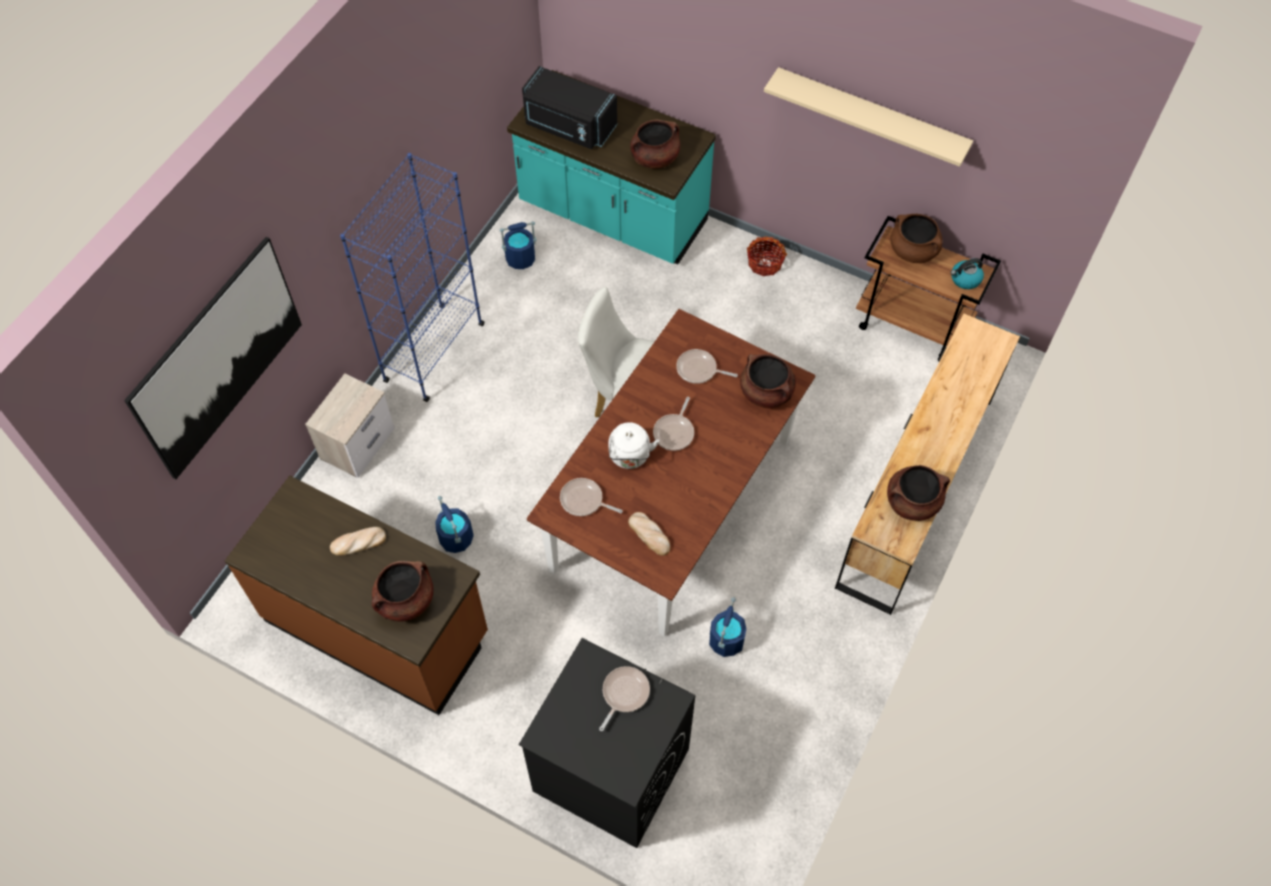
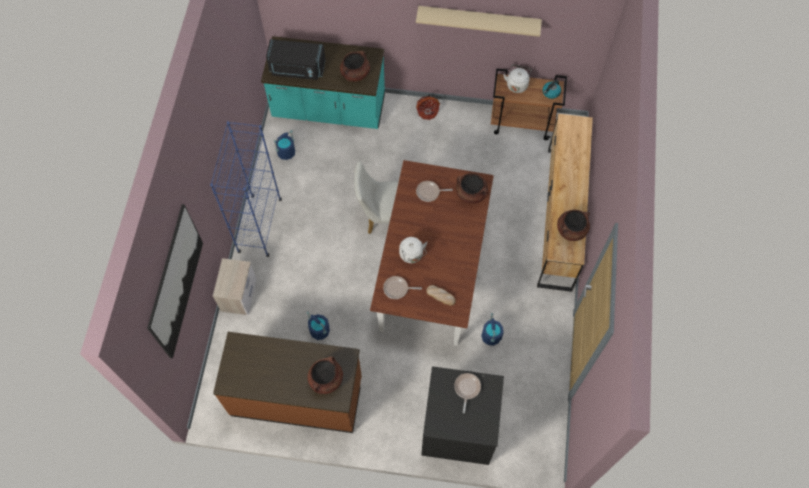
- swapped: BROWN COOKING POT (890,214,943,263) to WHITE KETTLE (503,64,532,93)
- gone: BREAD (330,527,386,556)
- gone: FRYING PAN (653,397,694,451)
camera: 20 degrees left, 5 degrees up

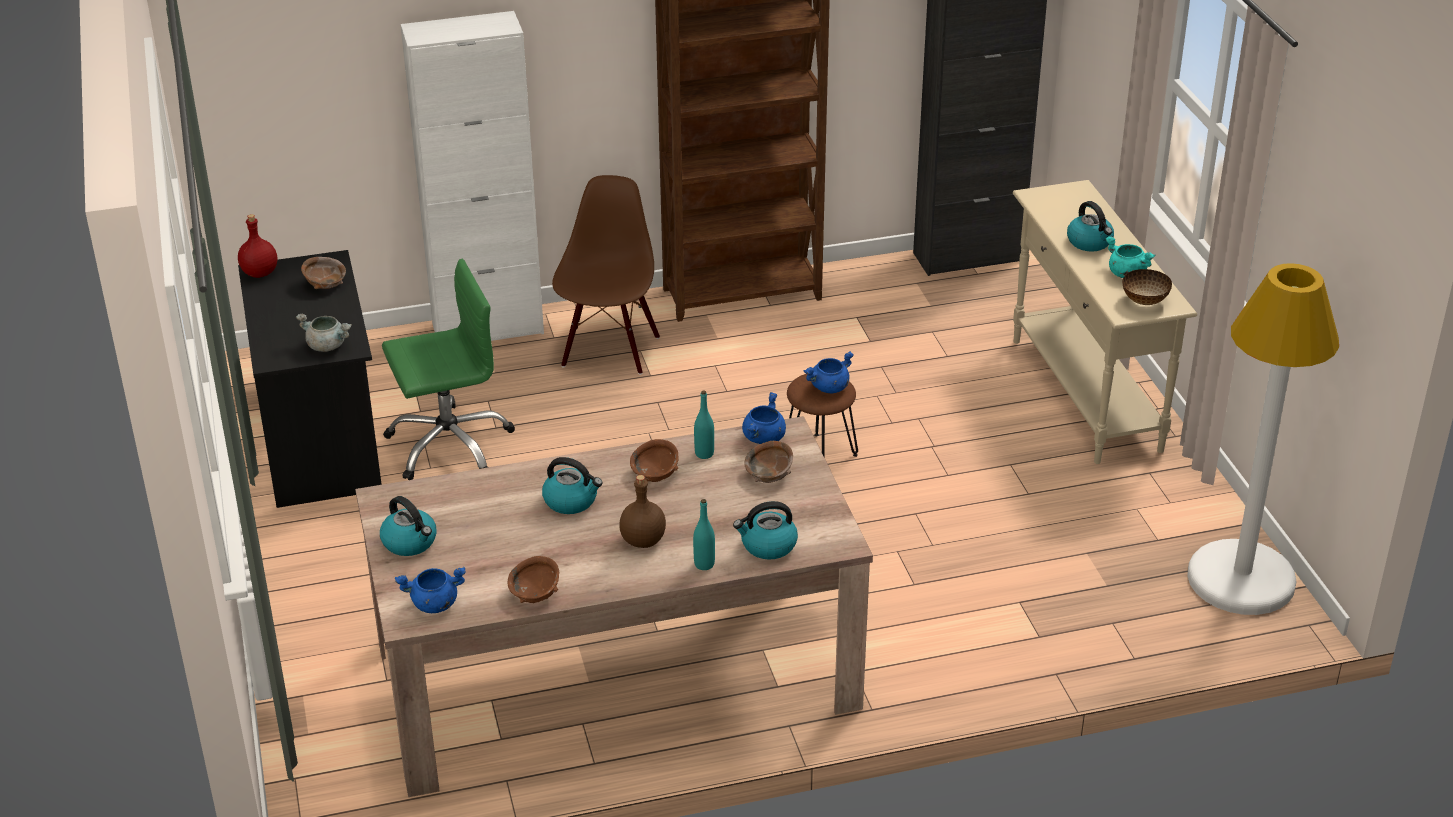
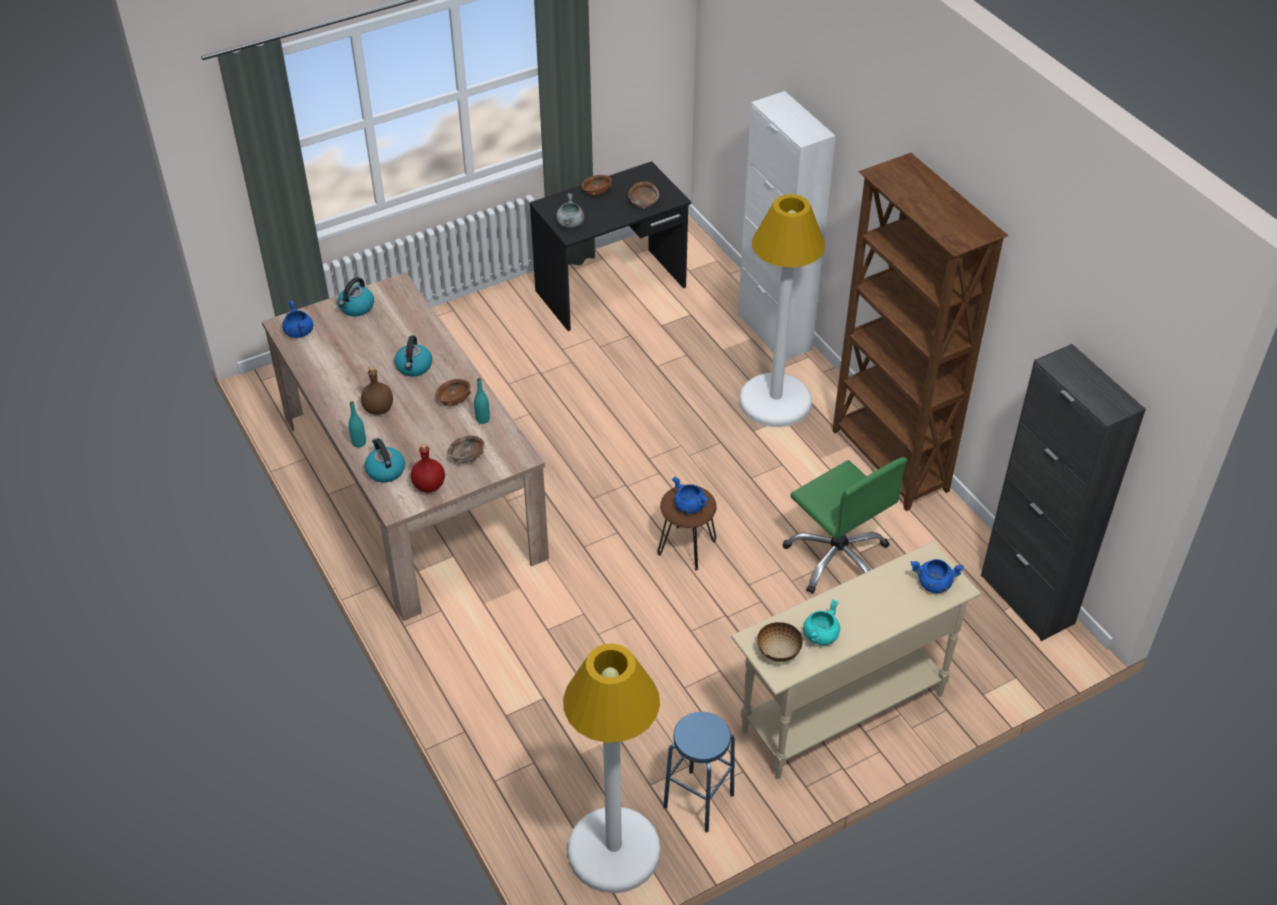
- shifted: RED BOTTLE (238,214,278,278) to (411,444,445,493)
- shifted: BROWN BOWL (508,556,559,603) to (582,175,612,196)
- new: BLUE STOOL (663,712,735,832)
- swapped: BROWN CHAIR (552,175,660,375) to WHITE FLOOR LAMP (739,194,825,427)
- shifted: GREEN OFFICE CHAIR (382,259,515,480) to (782,457,907,594)
- shifted: BLUE COOKING POT (742,392,786,444) to (911,559,964,593)
- gone: KETTLE (1067,201,1114,252)
camera: 75 degrees right, 10 degrees up

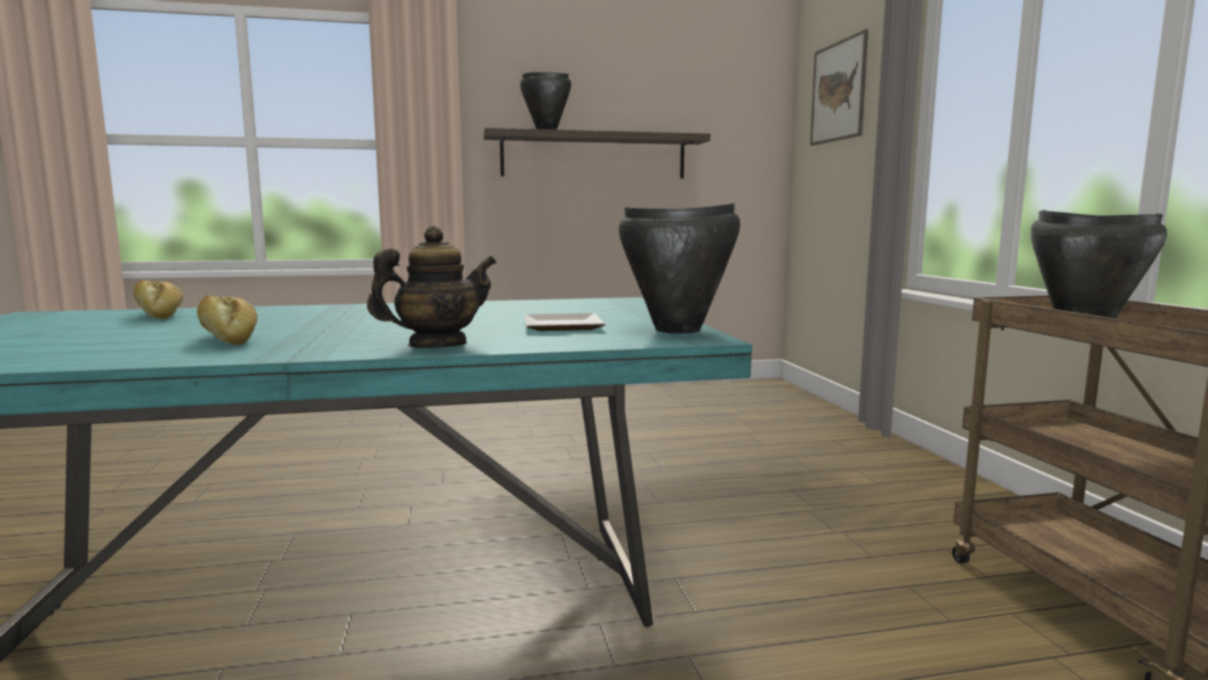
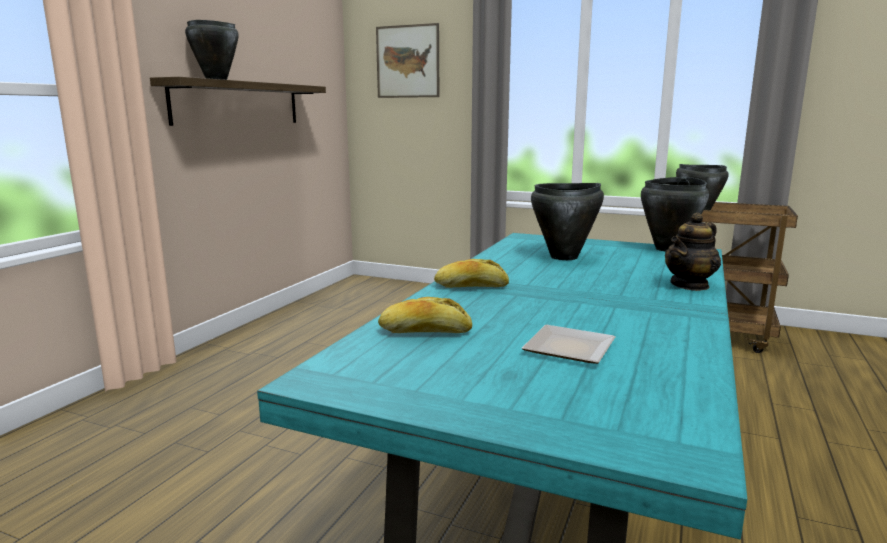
- shifted: BREAD (197,295,257,345) to (434,259,509,288)
- shifted: PLATE (524,313,605,331) to (522,325,616,364)
- new: BLACK COOKING POT (531,183,604,260)
- rotated: TEAPOT (367,226,496,348) = (665,212,721,291) 135 degrees counterclockwise
camera: 55 degrees left, 5 degrees up

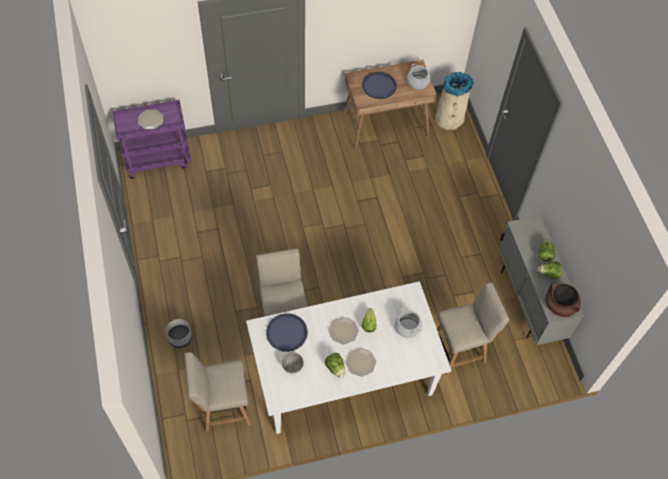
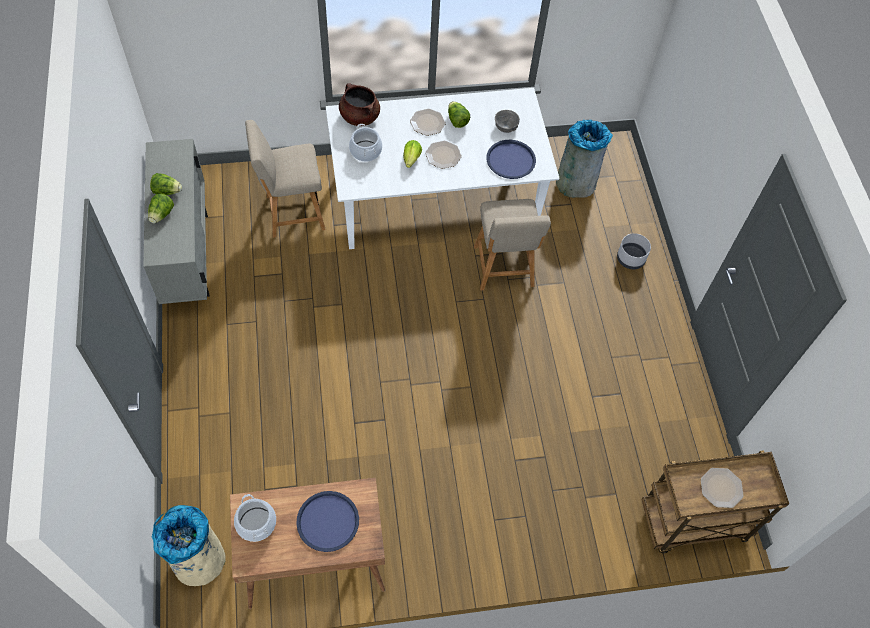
- shifted: BROWN COOKING POT (545,283,581,317) to (339,83,380,126)
- swapped: BEIGE CHAIR (184,352,251,432) to GREY TRASH CAN (556,120,613,198)
- repainted: PURPLE CART (112,99,192,179) to BROWN CART (641,450,789,553)
camera: 175 degrees left, 0 degrees up

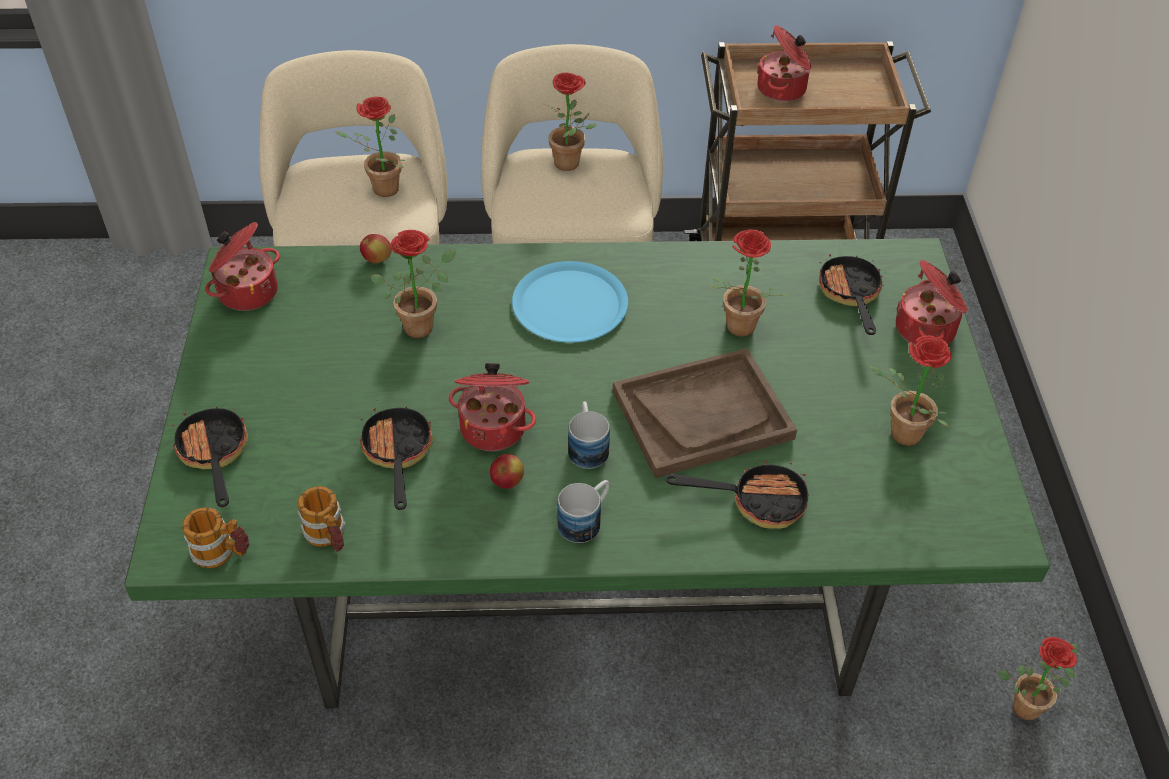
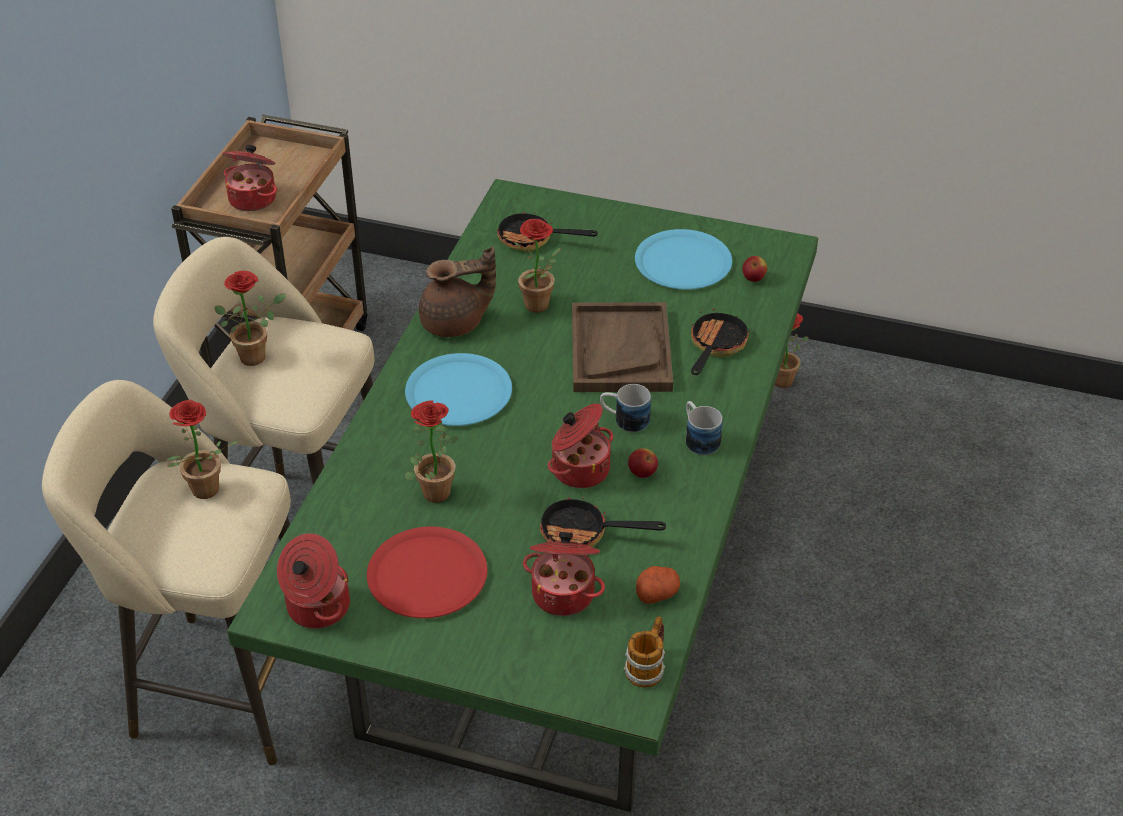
- new: RED PLATE (367,526,487,618)
- new: BROWN TEAPOT (419,246,496,337)
- shifted: COOKING POT (896,260,968,345) to (523,532,605,616)
- swapped: POTTED PLANT (869,335,952,446) to BLUE PLATE (635,229,732,289)
- swapped: MUG (297,486,346,552) to POTATO (636,566,680,604)
- shifted: APPLE (360,234,392,263) to (742,256,767,282)
- gone: FRYING PAN (171,404,248,507)
camera: 70 degrees left, 5 degrees down

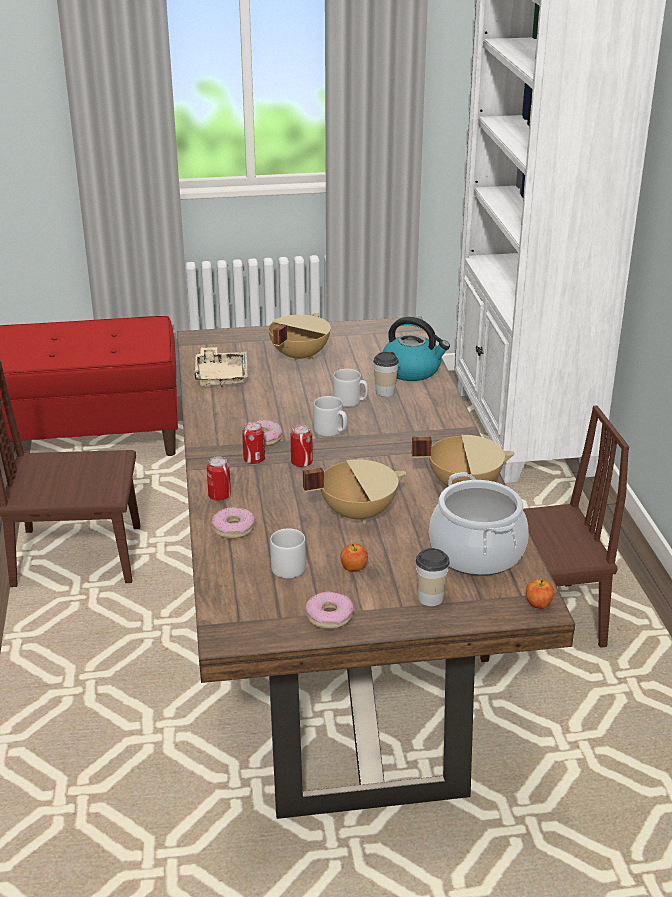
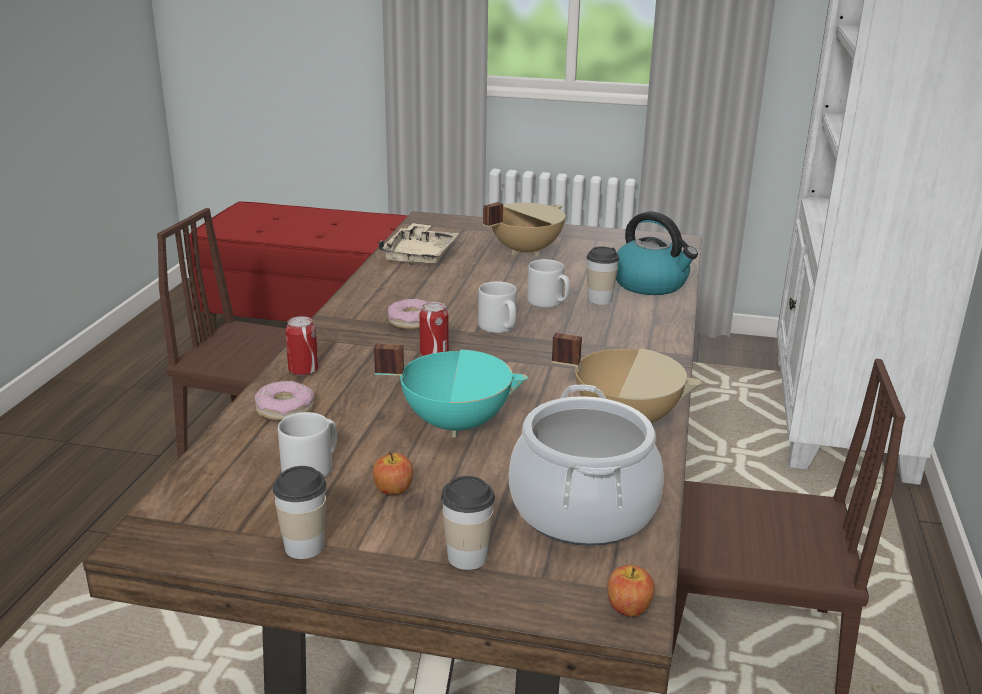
- swapped: DONUT (305,592,354,629) to CUP (273,466,327,559)
- repainted: BEIGE COOKING POT (303,459,406,524) to TURQUOISE COOKING POT (374,344,528,438)
- gone: CAN (242,422,265,464)
camera: 20 degrees right, 5 degrees down

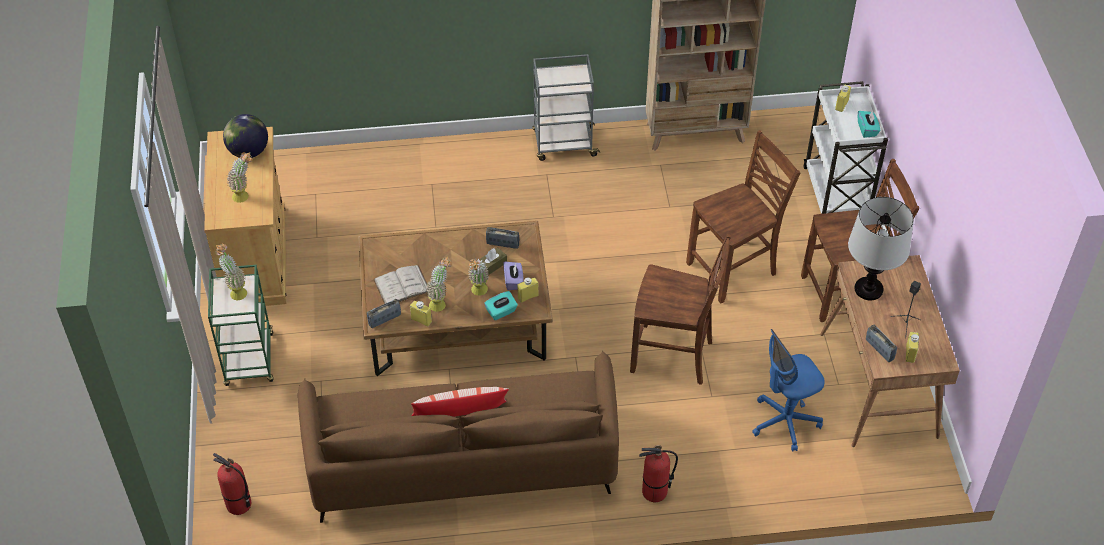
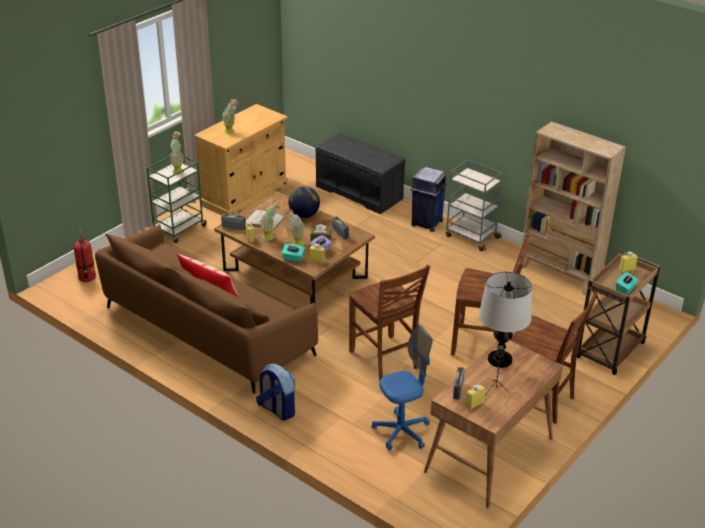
- swapped: FIRE EXTINGUISHER (639,445,678,502) to BACKPACK (256,364,295,420)
- shifted: GLOBE (223,114,268,158) to (288,186,320,218)
- new: GREY BENCH (315,133,405,214)
- rotated: BLUE OFFICE CHAIR (752,329,825,451) = (372,324,433,451) 135 degrees clockwise
- new: BLUE TRASH CAN (411,167,447,232)
- repainted: WHITE CART (803,81,888,214) to BROWN CART (577,252,660,375)
camera: 45 degrees right, 15 degrees down

